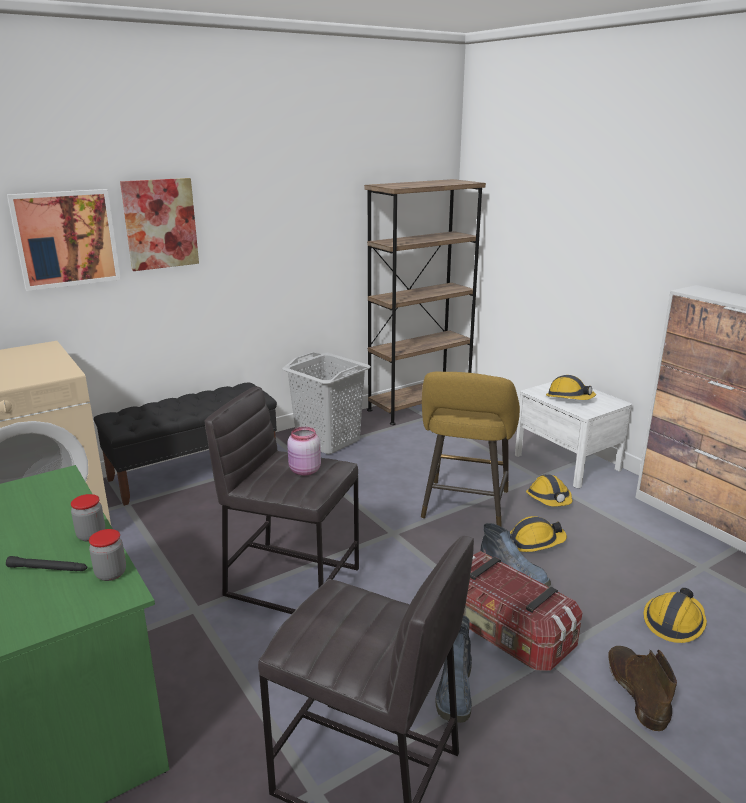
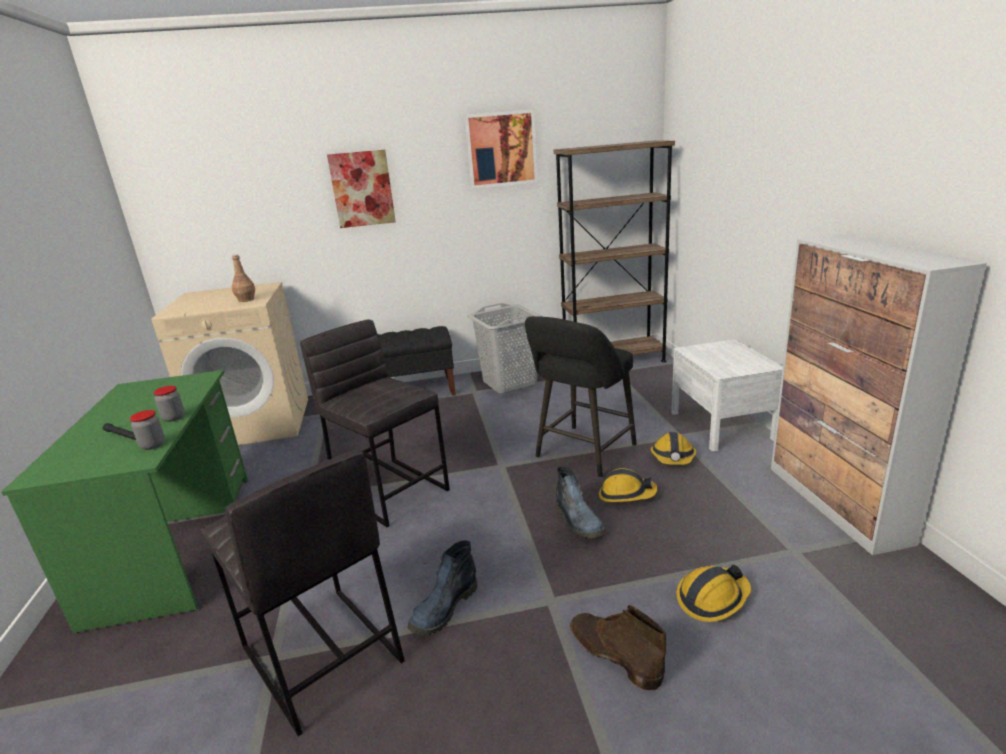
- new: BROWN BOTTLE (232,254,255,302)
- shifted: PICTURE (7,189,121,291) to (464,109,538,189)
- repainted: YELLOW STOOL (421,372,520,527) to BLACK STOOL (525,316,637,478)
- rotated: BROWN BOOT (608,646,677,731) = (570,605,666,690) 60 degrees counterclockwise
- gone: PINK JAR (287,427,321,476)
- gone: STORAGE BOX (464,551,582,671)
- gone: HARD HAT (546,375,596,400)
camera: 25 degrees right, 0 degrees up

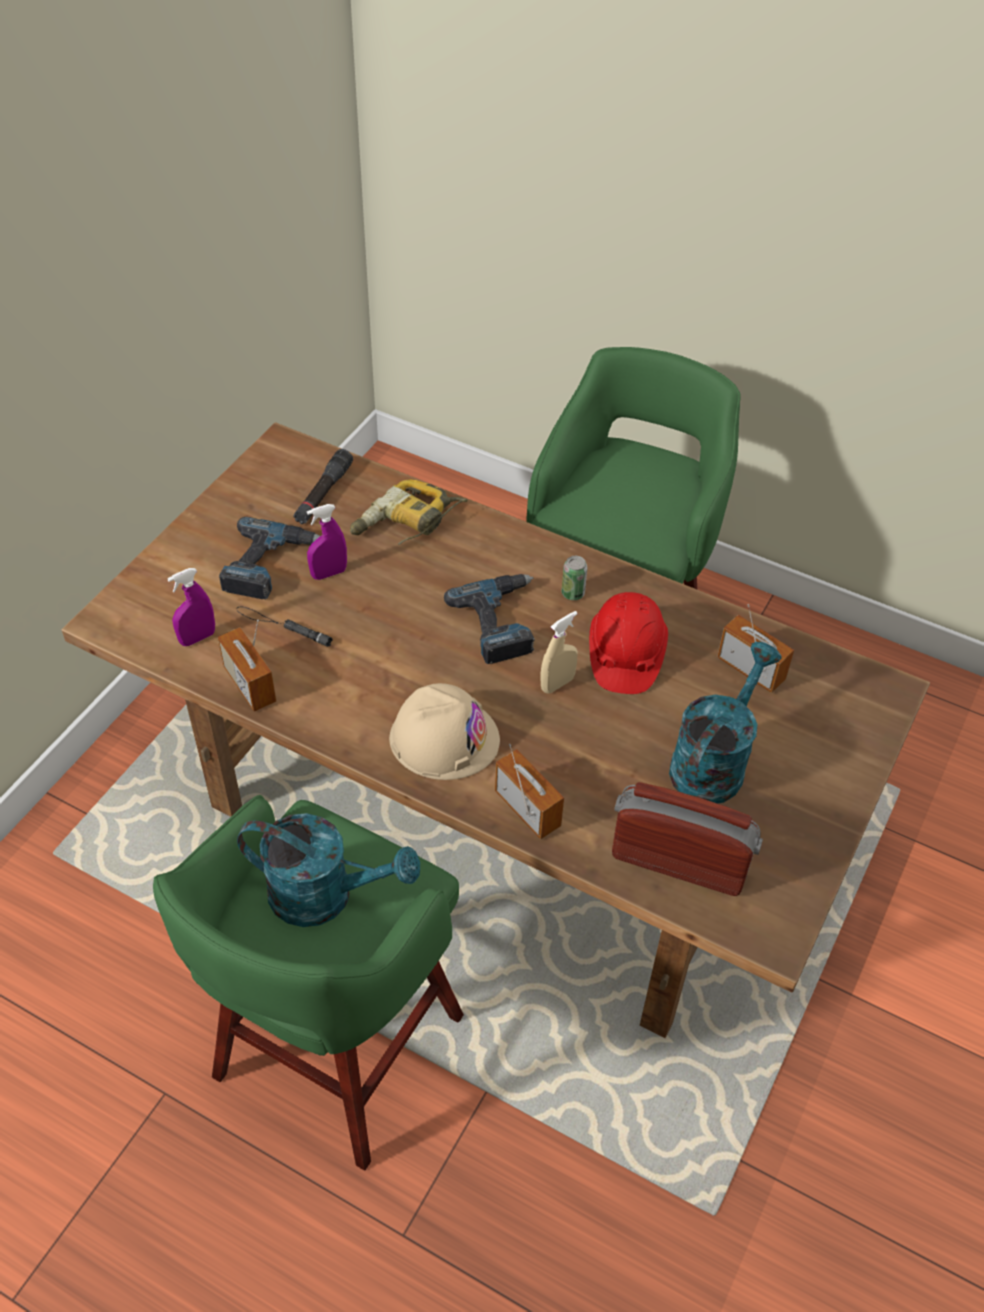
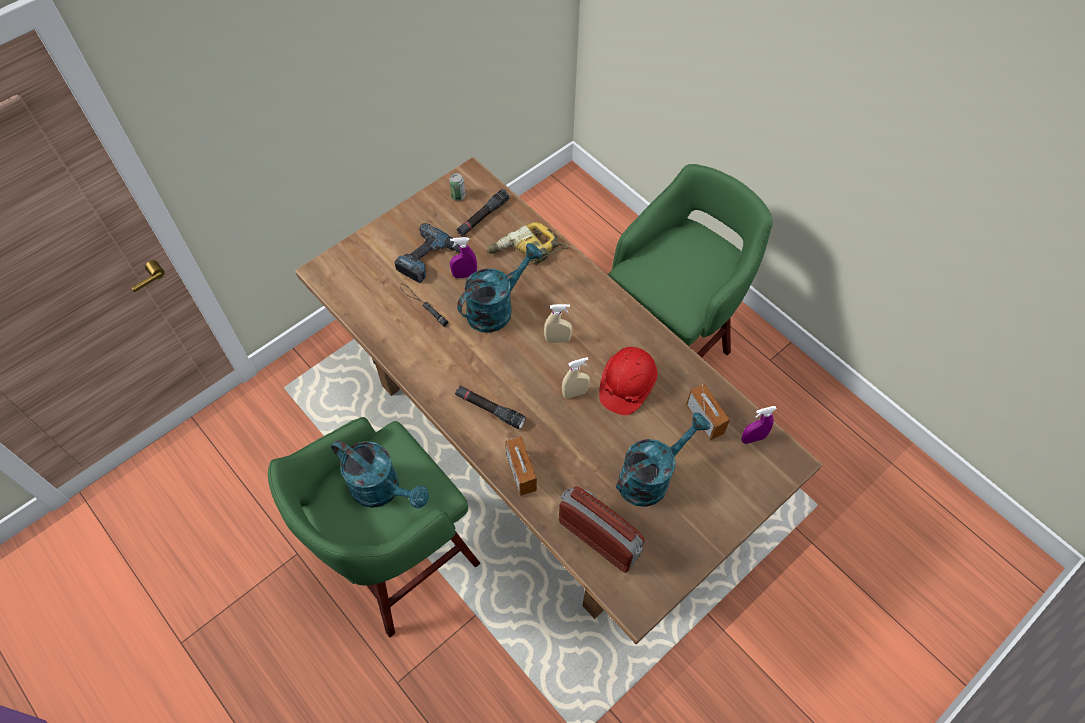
- shifted: CAN (562,556,588,600) to (449,173,465,201)
- swapped: BEIGE HARD HAT (389,683,500,780) to BLACK FLASHLIGHT (455,386,526,429)
- new: TURQUOISE WATERING CAN (457,243,542,333)
- swapped: POWER DRILL (444,574,535,664) to BEIGE SPRAY BOTTLE (544,304,572,343)
- shifted: PURPLE SPRAY BOTTLE (167,568,215,646) to (741,406,777,444)
- gone: RADIO (218,620,276,711)
camera: 20 degrees right, 10 degrees up

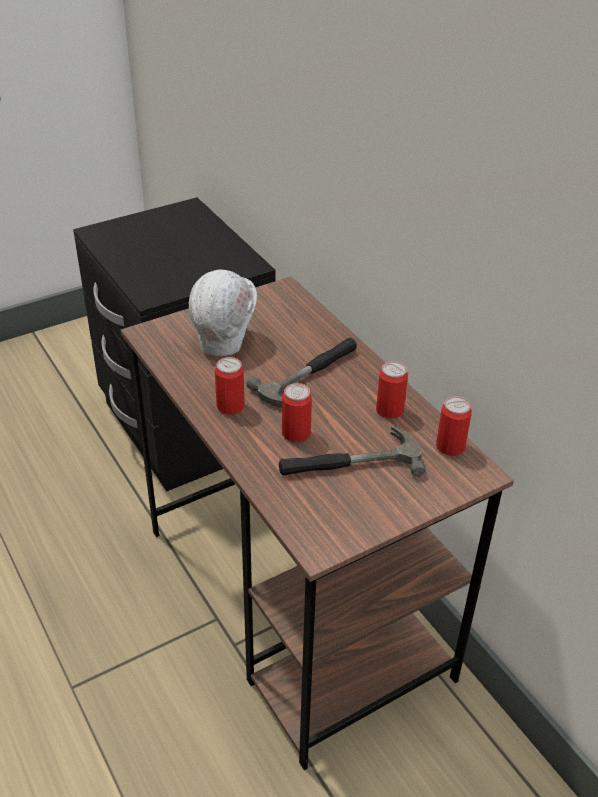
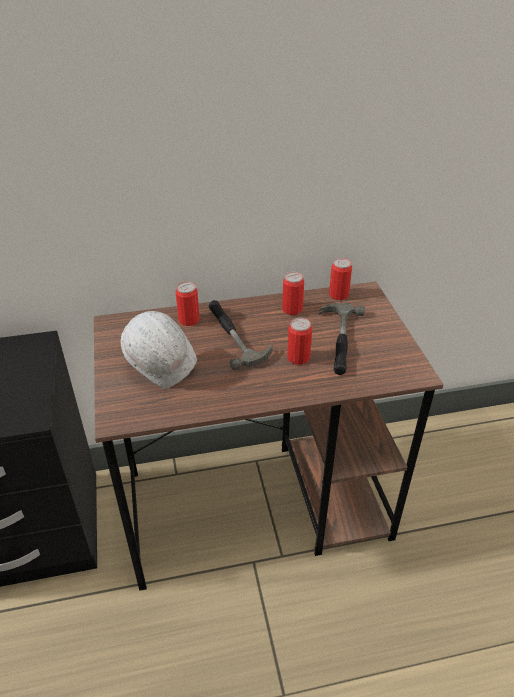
- shifted: CAN (215,357,245,415) to (176,282,200,326)
camera: 70 degrees left, 0 degrees up

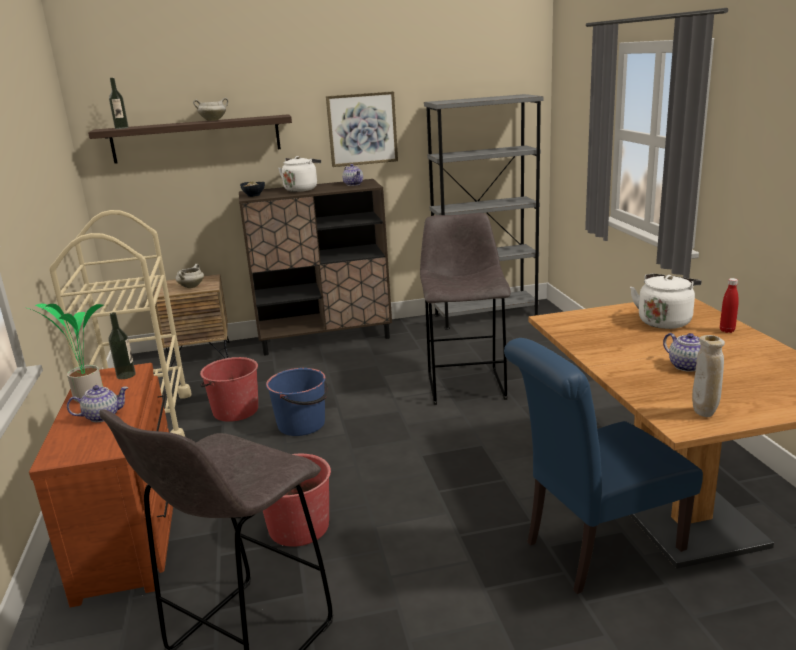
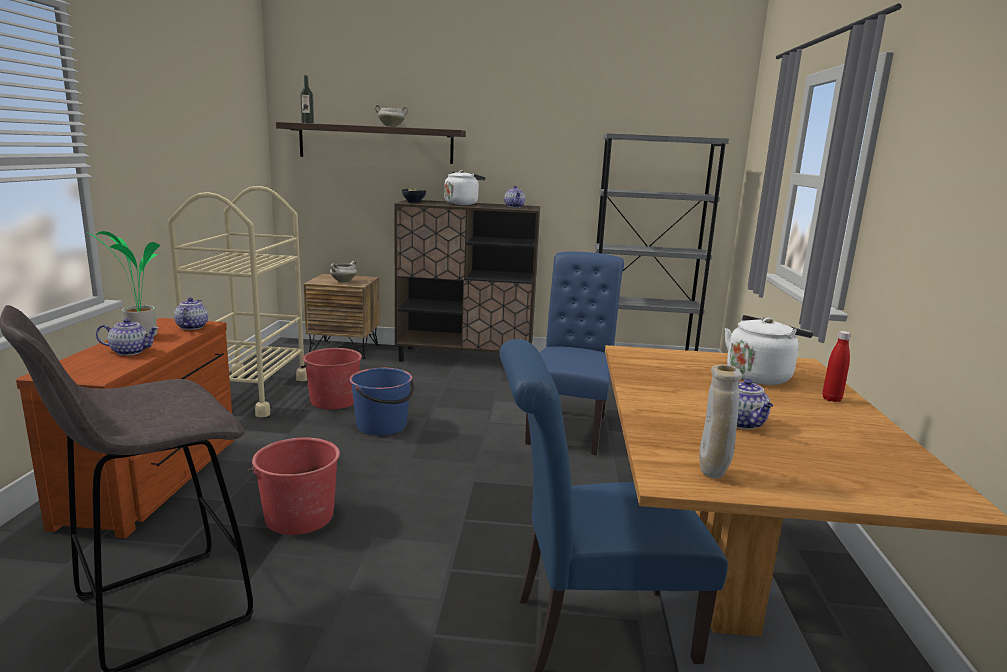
- swapped: BOTTLE (109,312,136,379) to TEAPOT (174,297,208,330)
- swapped: GREY STOOL (420,213,511,405) to BLUE CHAIR (525,251,624,455)
- gone: PICTURE (326,91,398,167)
camera: 15 degrees right, 5 degrees down

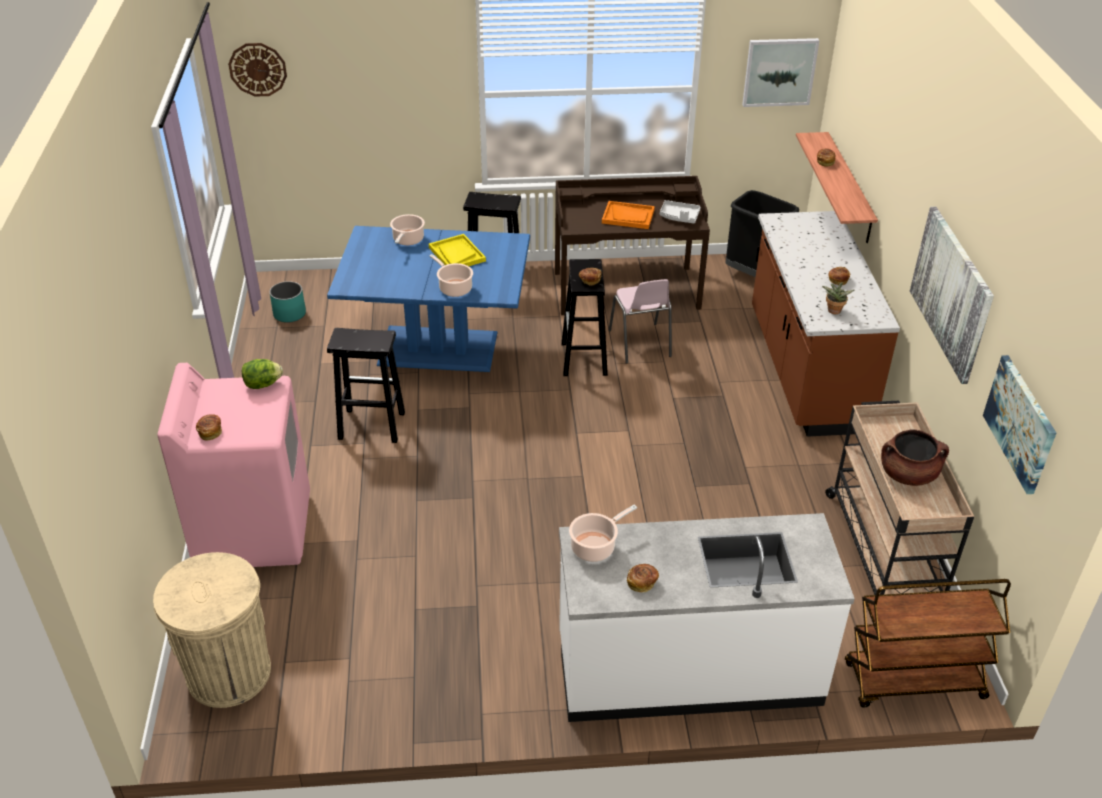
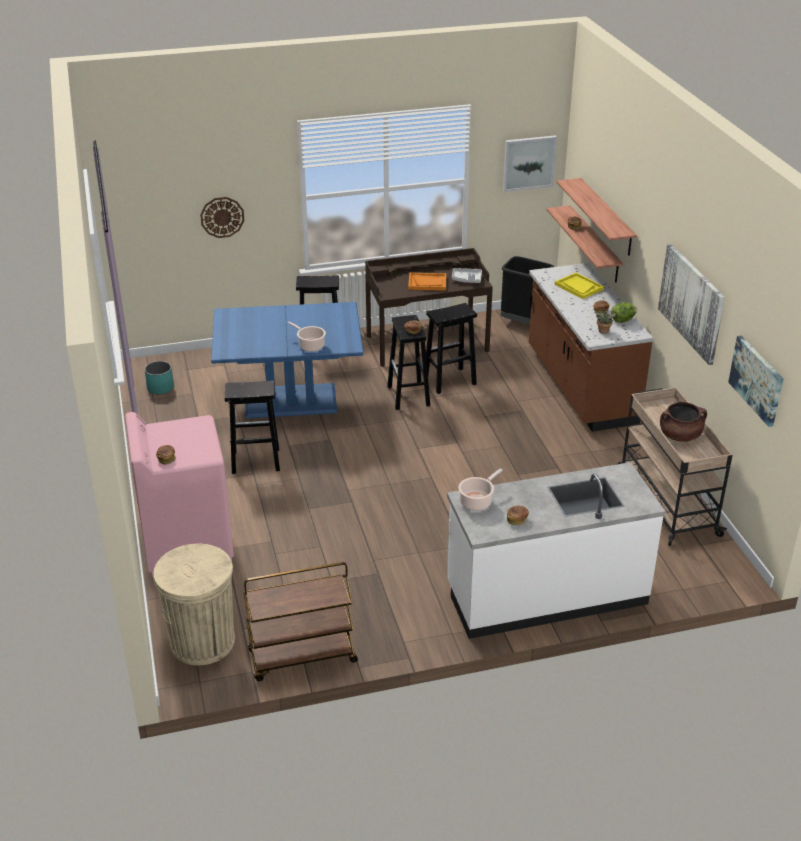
- shifted: WALL CLOCK (228,43,287,97) to (200,197,244,238)
- shifted: BROWN CART (845,579,1011,708) to (243,562,358,681)
- swapped: PINK CHAIR (609,279,672,364) to BLACK STOOL (426,303,477,394)
- shifted: YELLOW TRAY (429,234,486,266) to (555,273,604,299)
- new: SHELF (556,178,637,256)
- shifted: LETTUCE (242,359,283,389) to (611,302,637,323)
- gone: COOKING POT (390,214,425,245)
camera: 10 degrees left, 5 degrees down

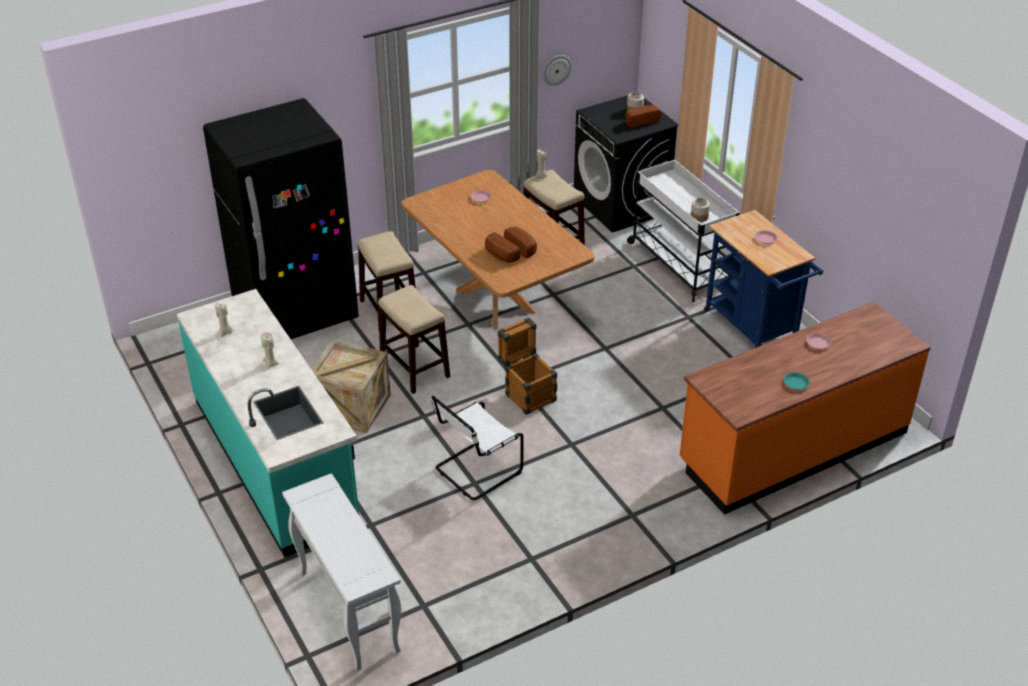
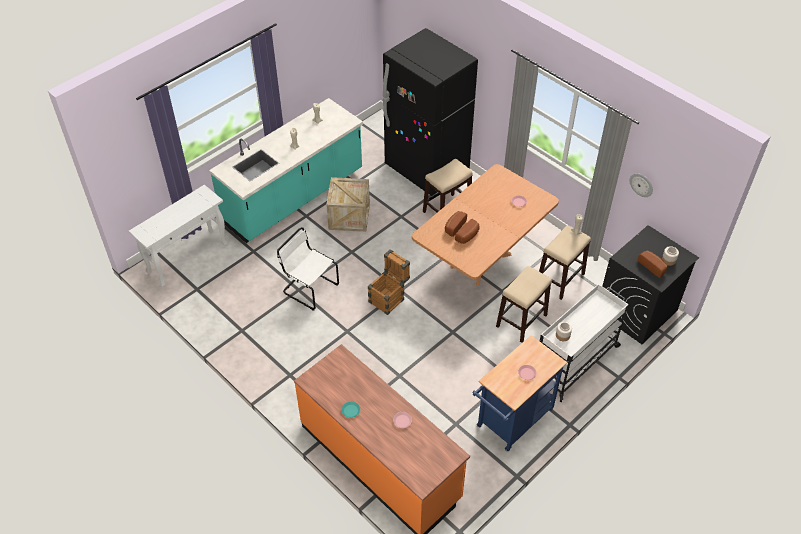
- shifted: STOOL (378,285,450,394) to (496,266,552,343)
camera: 75 degrees right, 10 degrees up

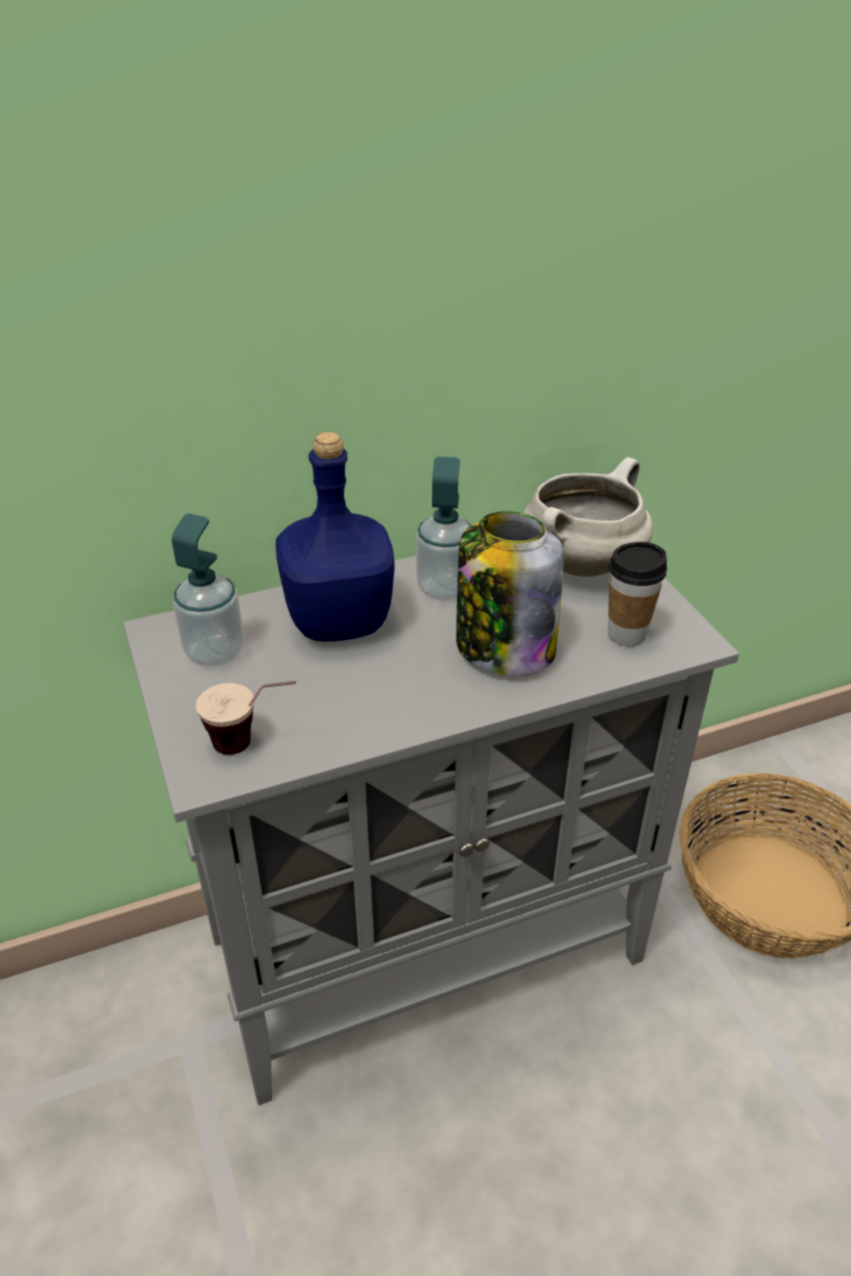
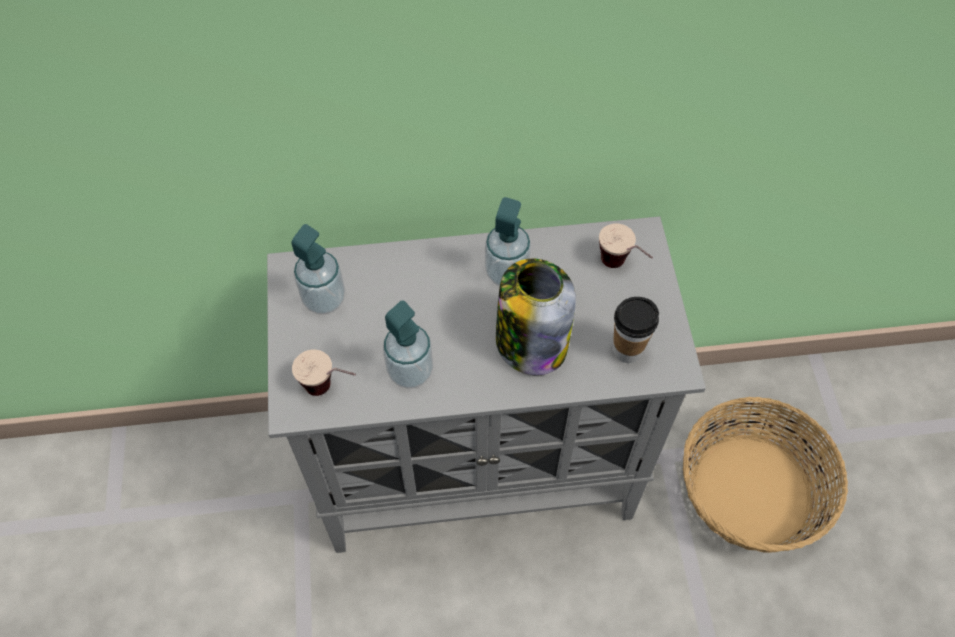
- new: SOAP DISPENSER (383,300,433,389)
- swapped: WHITE COOKING POT (523,457,653,577) to CUP (599,223,653,268)
- gone: BLUE BOTTLE (276,432,395,641)
camera: 15 degrees right, 20 degrees up

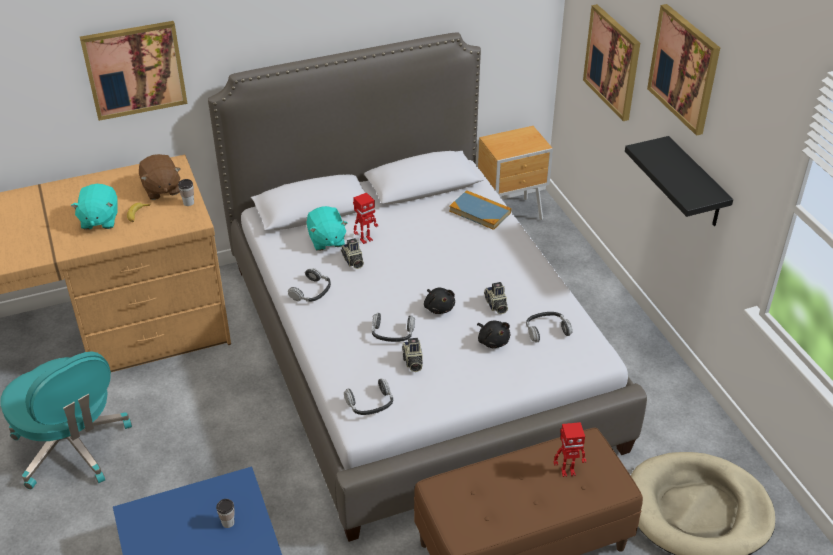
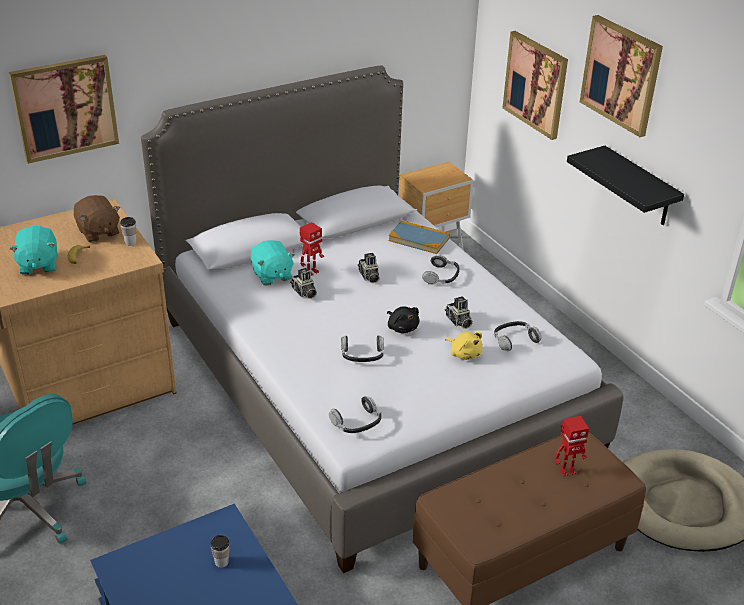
- shifted: PHOTO CAMERA (402,338,423,372) to (358,253,380,283)
- shifted: HEADPHONES (288,268,331,302) to (422,254,459,285)
- repainted: BLACK PLUSH TOY (477,320,510,348) to YELLOW PLUSH TOY (445,332,483,360)
camera: 10 degrees left, 5 degrees down

